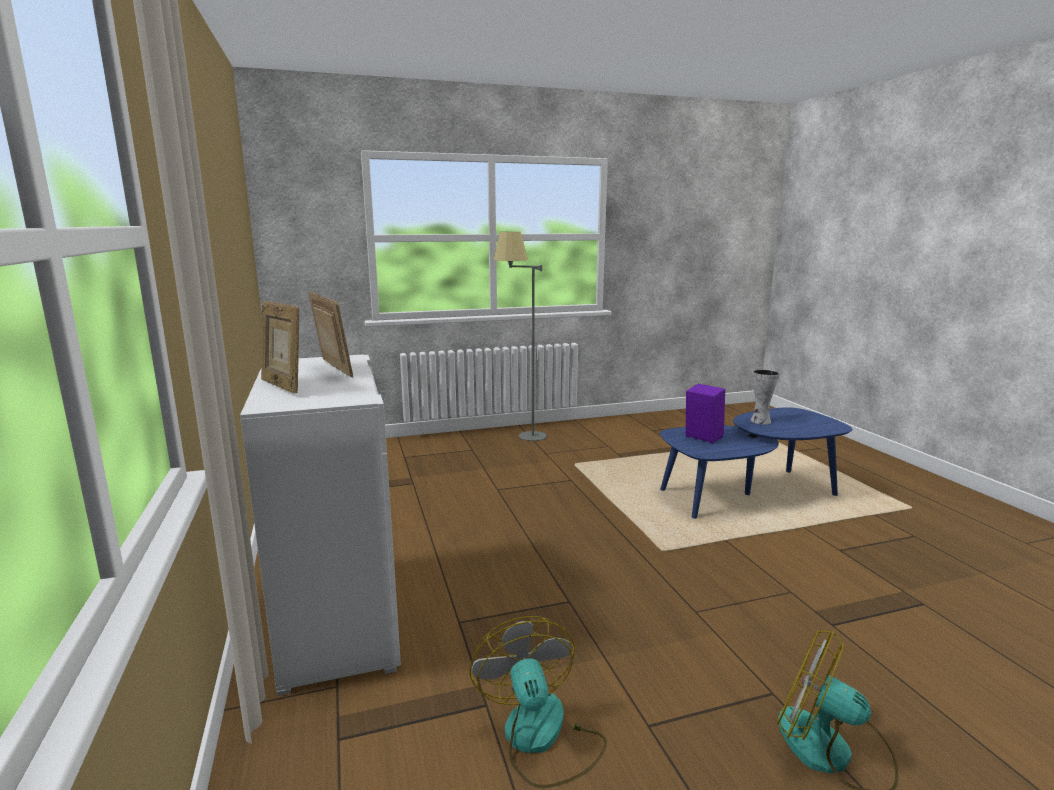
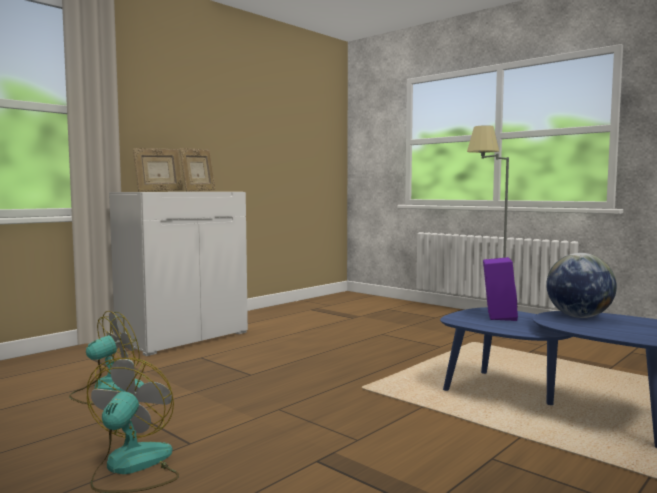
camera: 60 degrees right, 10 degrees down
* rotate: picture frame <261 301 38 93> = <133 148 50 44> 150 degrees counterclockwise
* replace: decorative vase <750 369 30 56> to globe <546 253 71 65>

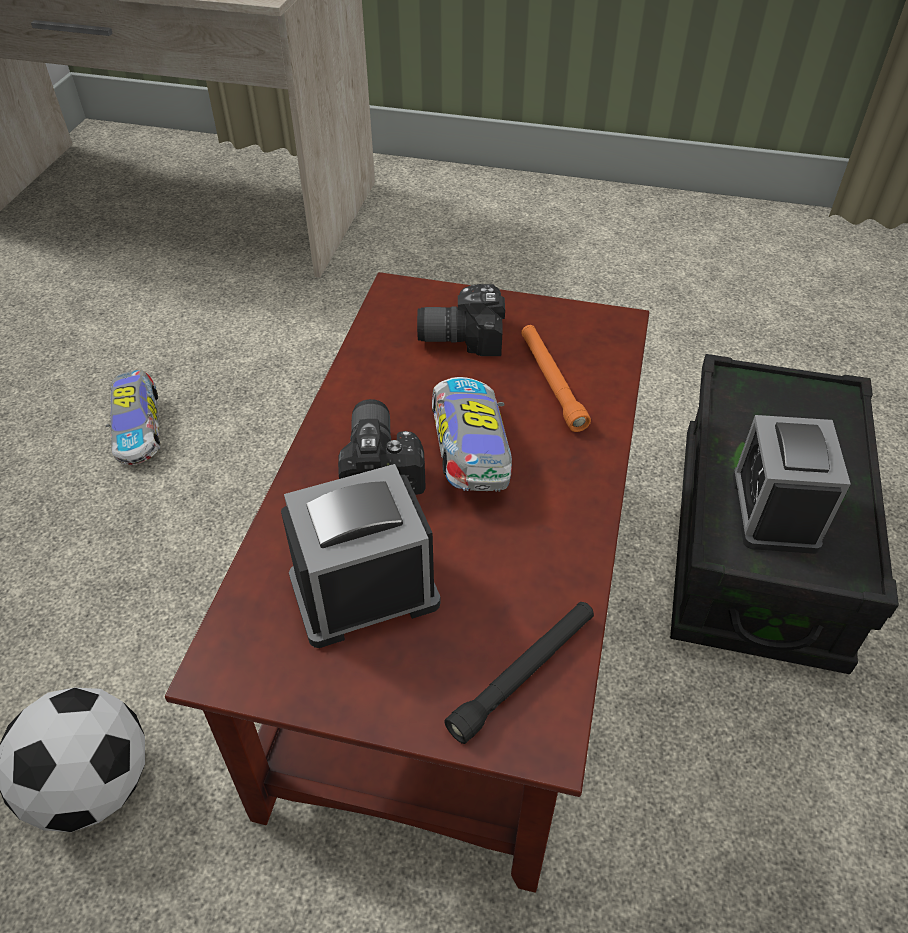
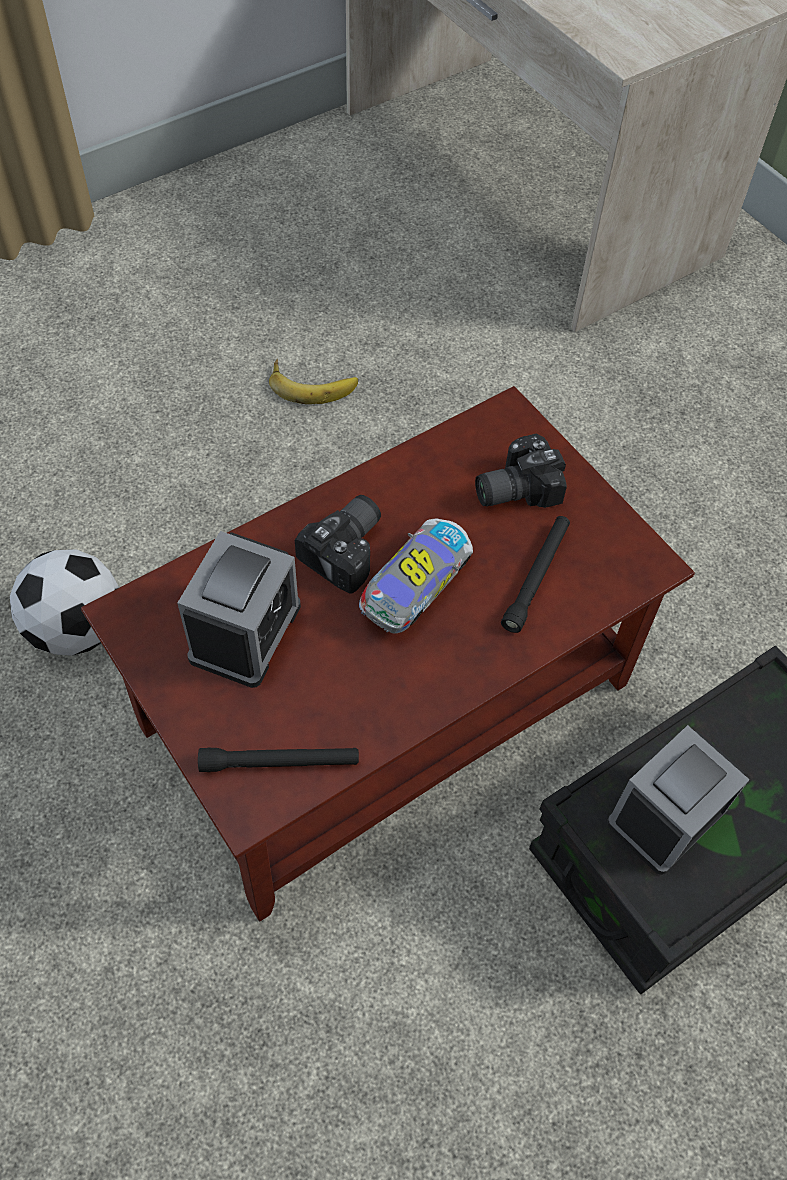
camera: 40 degrees right, 10 degrees up
* replace: model car <106 370 54 95> to whole banana <269 359 89 45>
* rotate: alarm clock <281 464 159 184> = <177 531 124 157> 90 degrees clockwise
* rotate: photo camera <417 284 88 72> = <475 433 92 75> 60 degrees counterclockwise
* recolor: orange flashlight <521 325 70 107> to blackish flashlight <501 516 69 117>

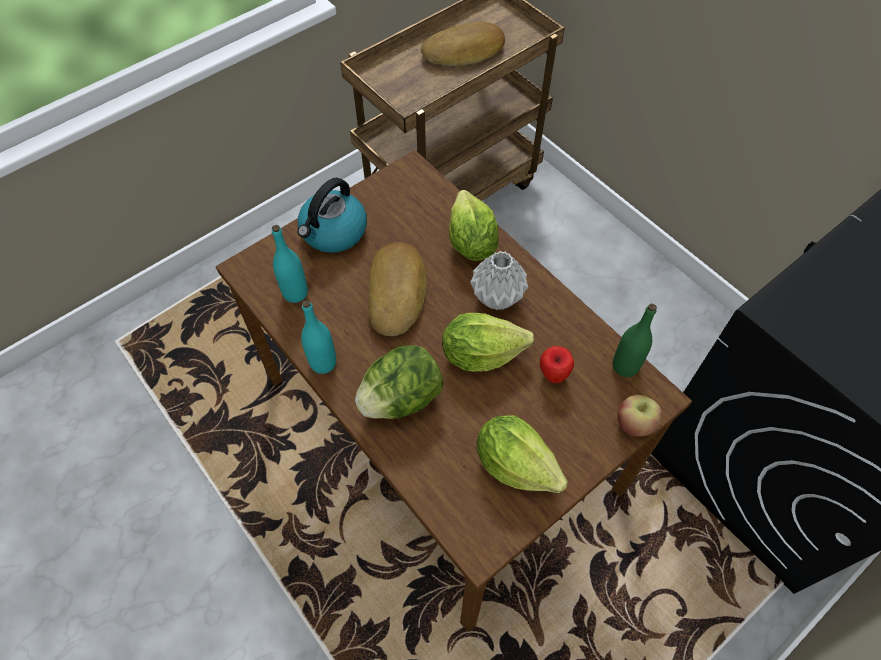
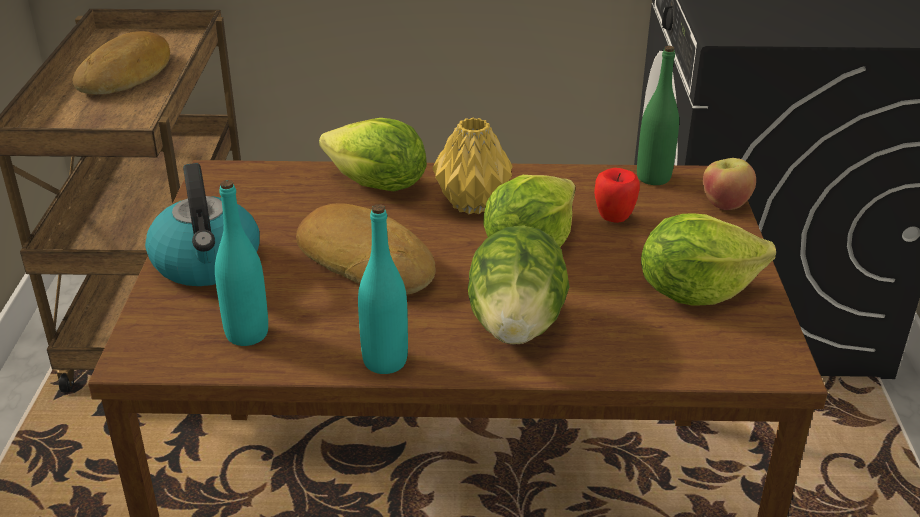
camera: 50 degrees left, 25 degrees down
* recolor: greyish decorative vase <470 251 58 59> to yellow-coloured decorative vase <433 117 80 97>

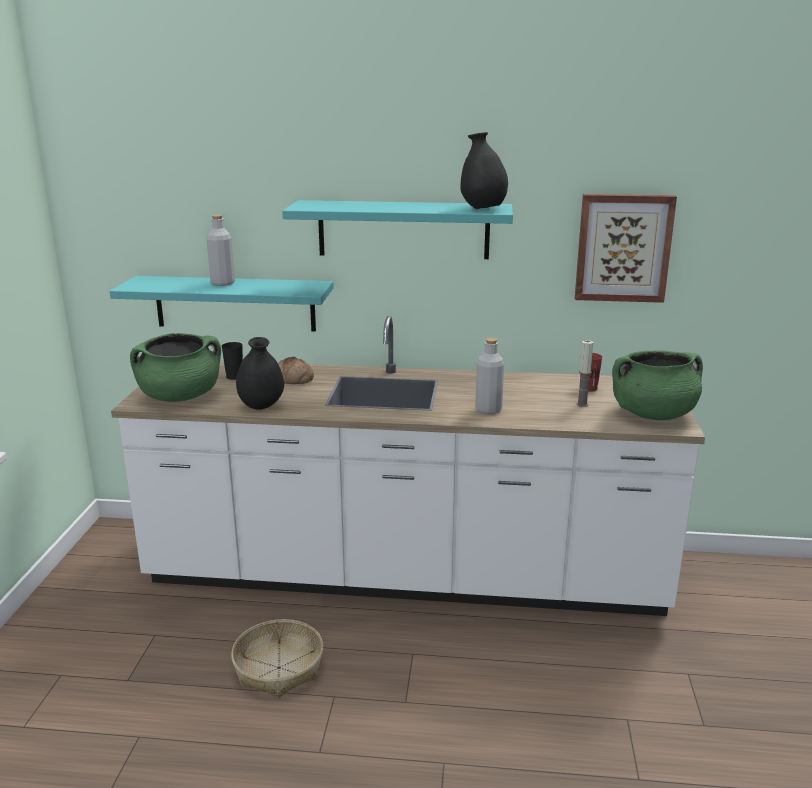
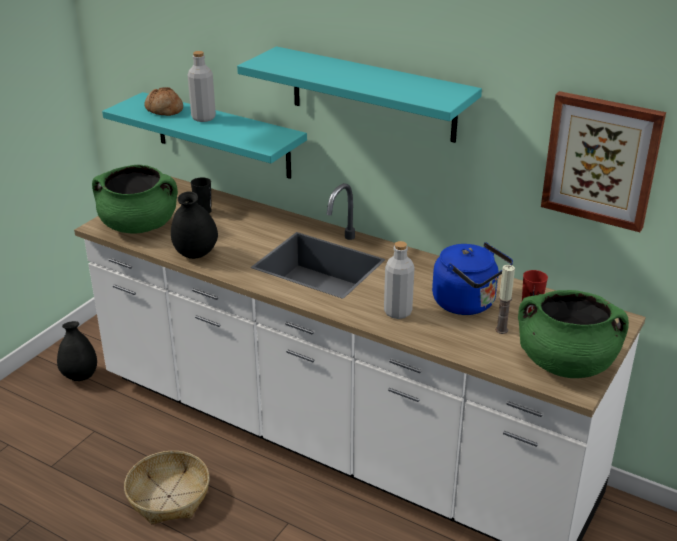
camera: 25 degrees right, 10 degrees up
* move: bread <278 357 36 27> to <144 87 39 29>
* move: blackish decorative vase <461 132 47 77> to <57 321 40 60>
* insert: blue tea kettle <432 242 81 73>

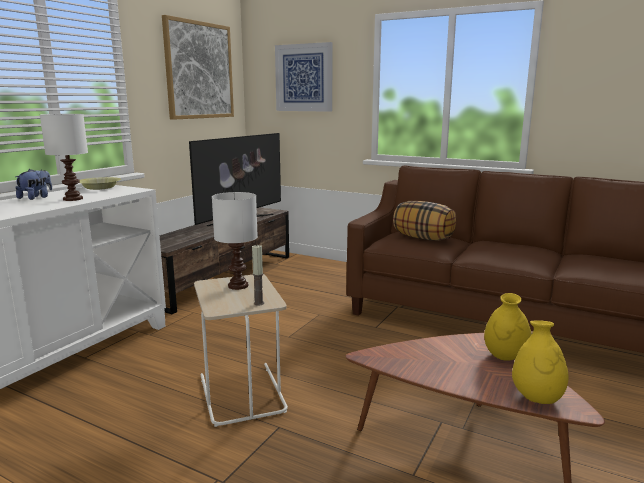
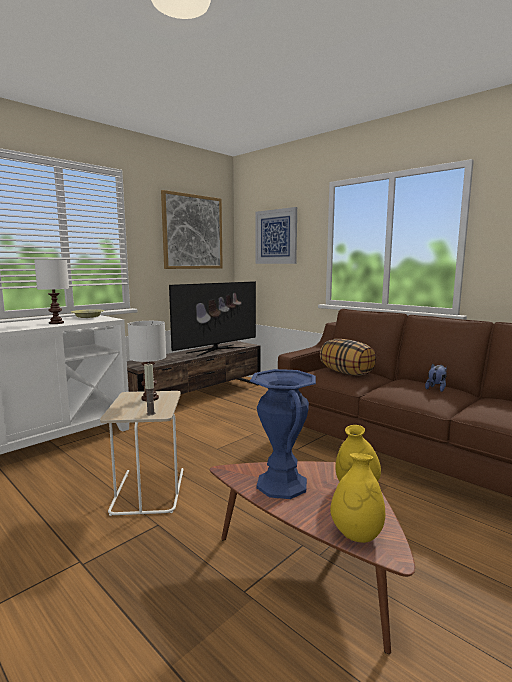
camera: 15 degrees right, 5 degrees down
* move: cuddly toy <15 169 37 31> to <425 363 22 29>
* insert: blue decorative vase <250 369 66 130>

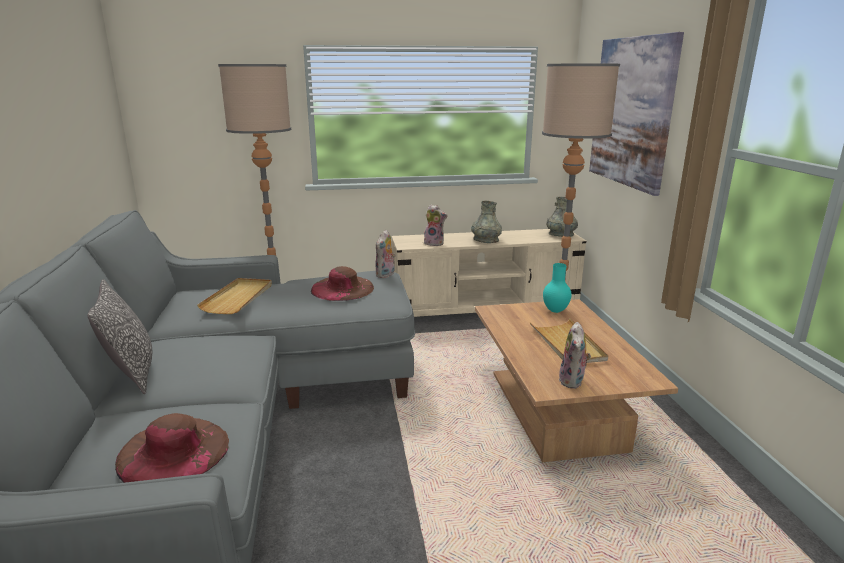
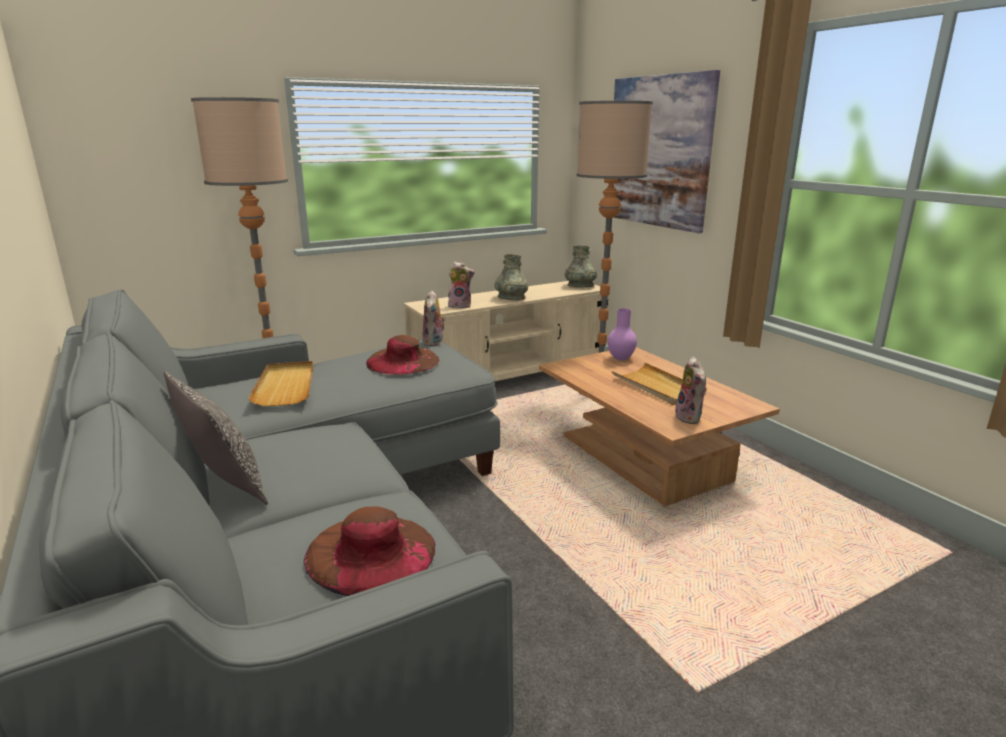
camera: 20 degrees left, 0 degrees up
* recolor: blue-green decorative vase <543 263 29 50> to purple-coloured decorative vase <608 308 29 53>

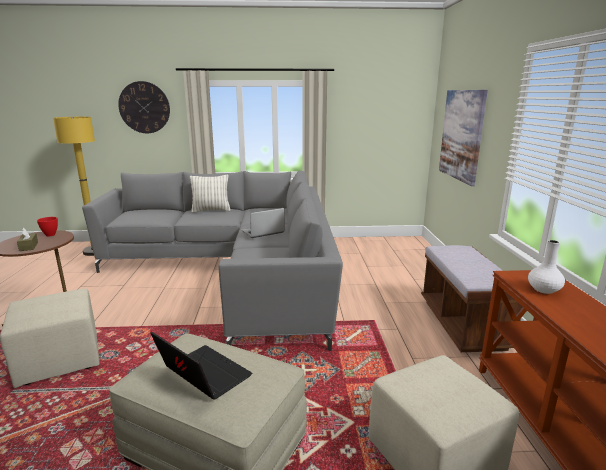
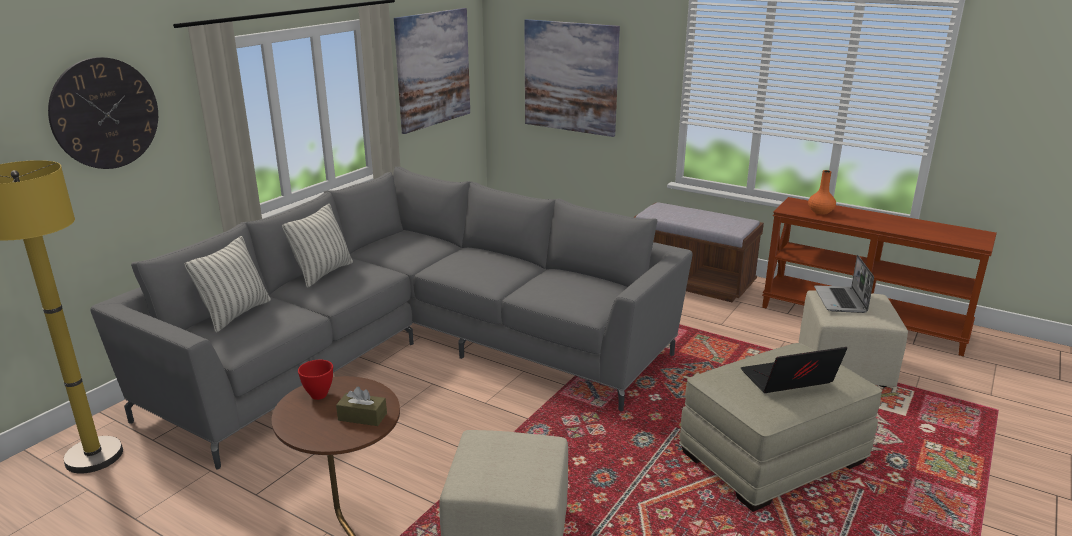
camera: 55 degrees left, 5 degrees up
* move: notebook computer <242 208 43 30> to <814 255 60 58>
* recolor: white-coloured decorative vase <528 240 37 54> to orange decorative vase <808 170 28 45>
* insert: throw pillow <184 236 87 97>
* insert: picture <394 8 76 126>

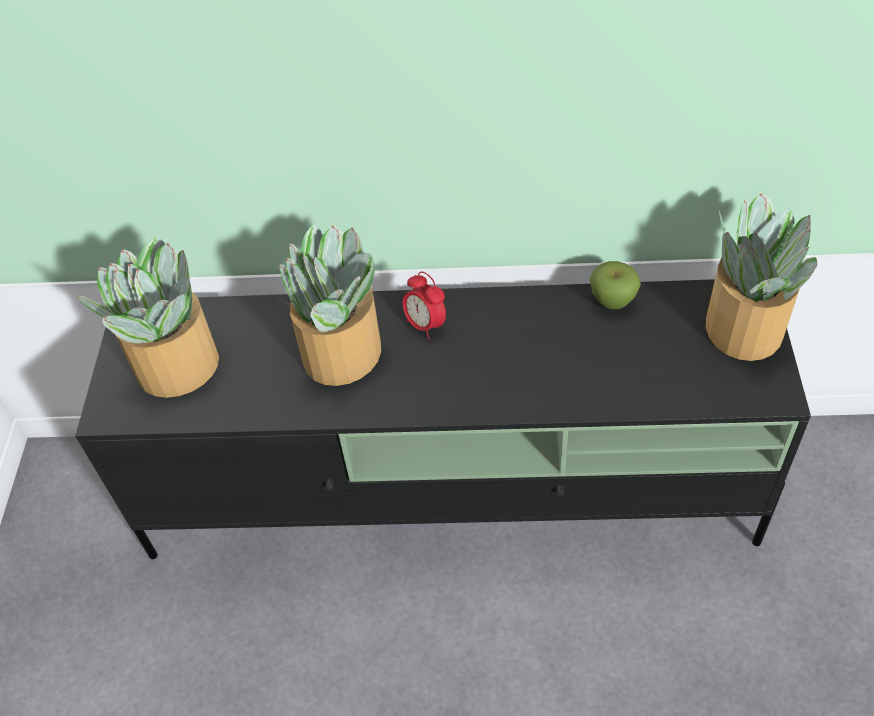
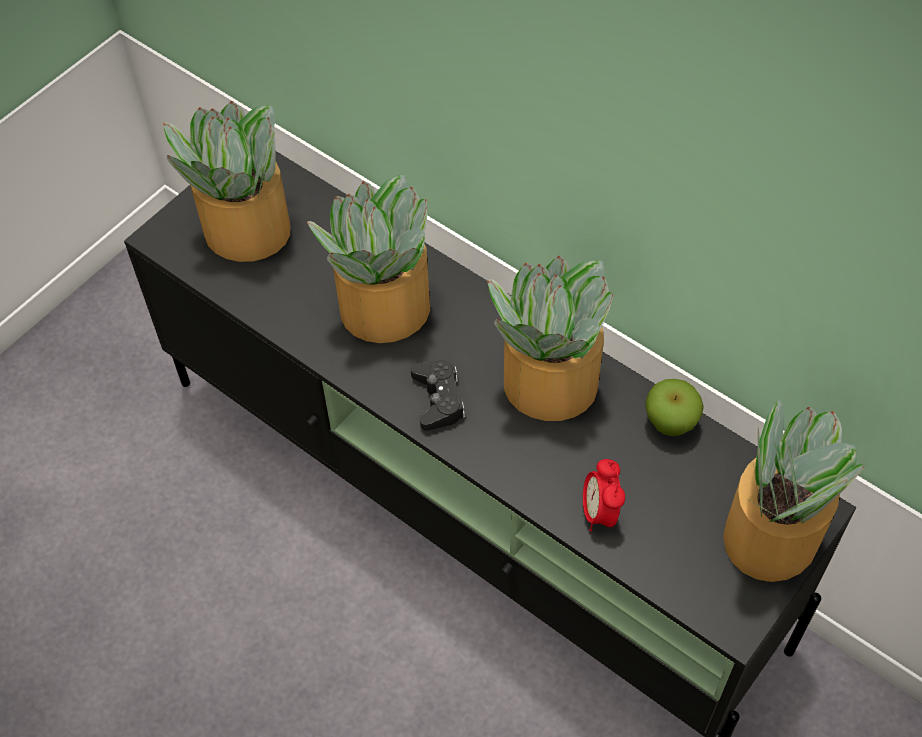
camera: 35 degrees right, 5 degrees up
* move: alarm clock <402 272 44 67> to <583 459 42 73>
* insert: blackish game controller <411 360 55 71>
* insert: potted plant <488 256 125 165>

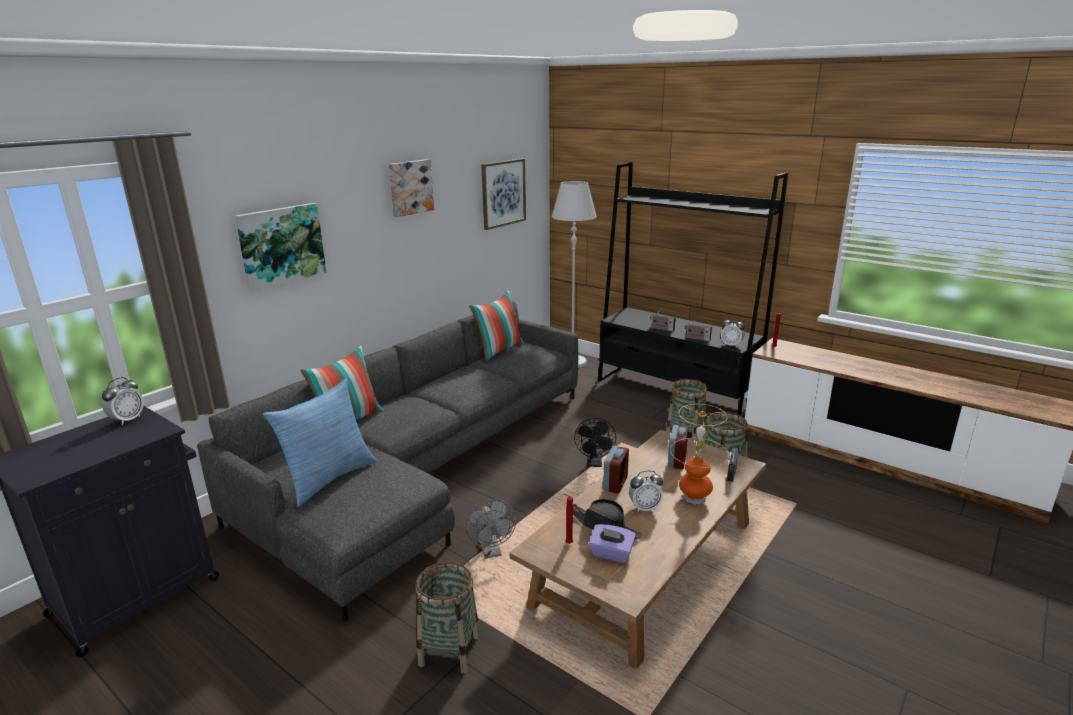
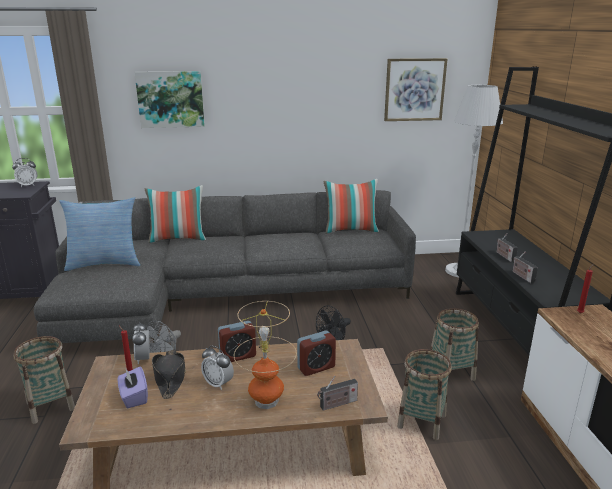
camera: 45 degrees right, 0 degrees up
* delete: picture <389 159 45 58>
* move: alarm clock <721 317 24 31> to <132 321 18 43>

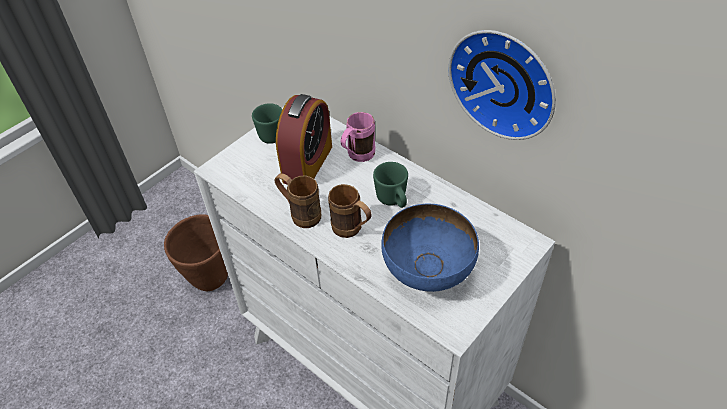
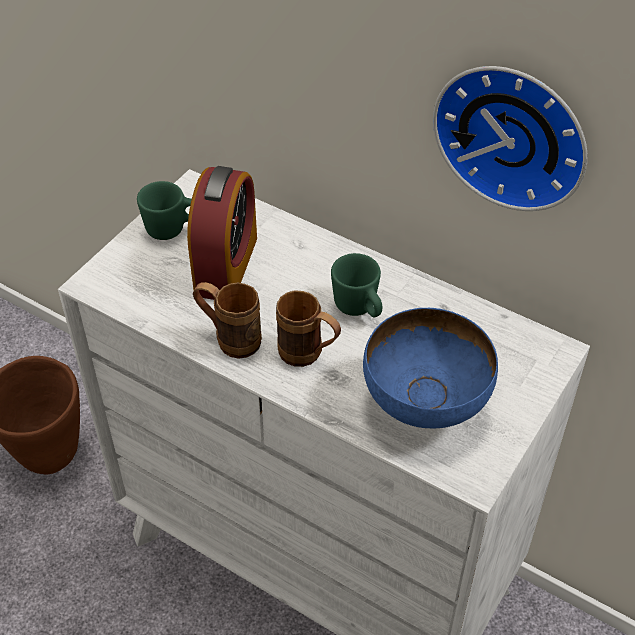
camera: 10 degrees left, 0 degrees up
* delete: pinkish tea mug <340 112 35 50>

